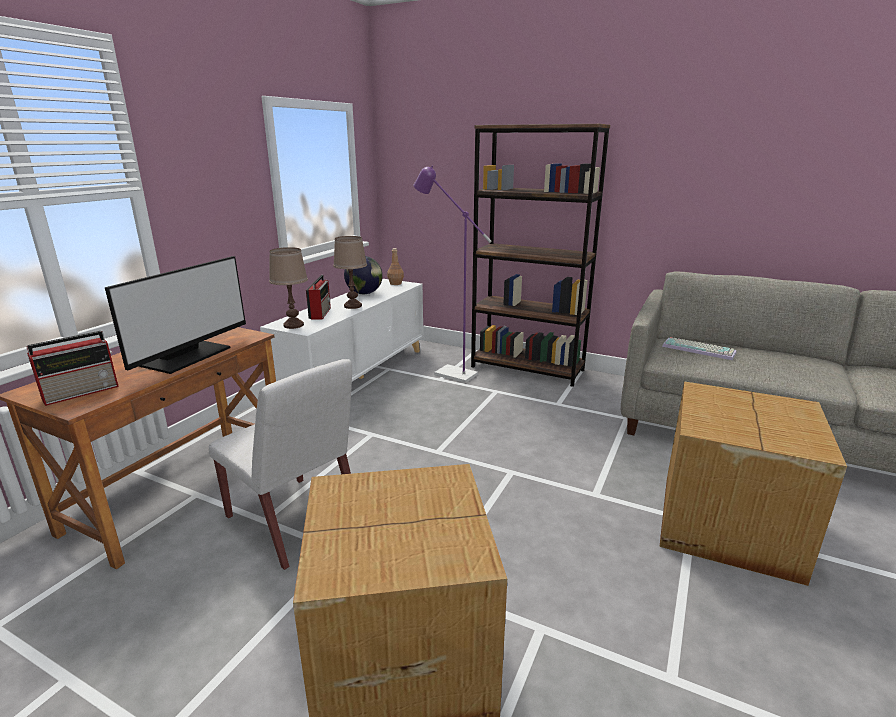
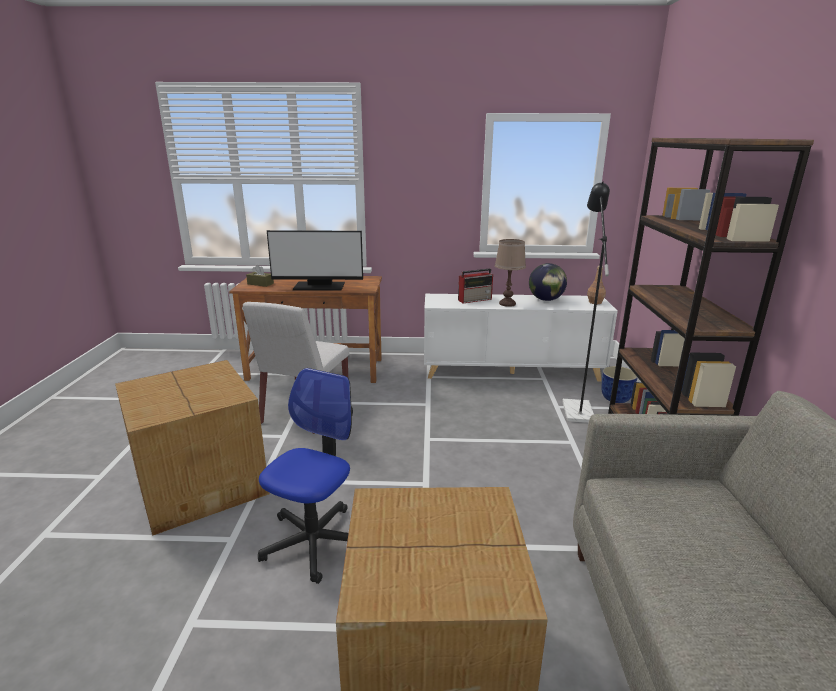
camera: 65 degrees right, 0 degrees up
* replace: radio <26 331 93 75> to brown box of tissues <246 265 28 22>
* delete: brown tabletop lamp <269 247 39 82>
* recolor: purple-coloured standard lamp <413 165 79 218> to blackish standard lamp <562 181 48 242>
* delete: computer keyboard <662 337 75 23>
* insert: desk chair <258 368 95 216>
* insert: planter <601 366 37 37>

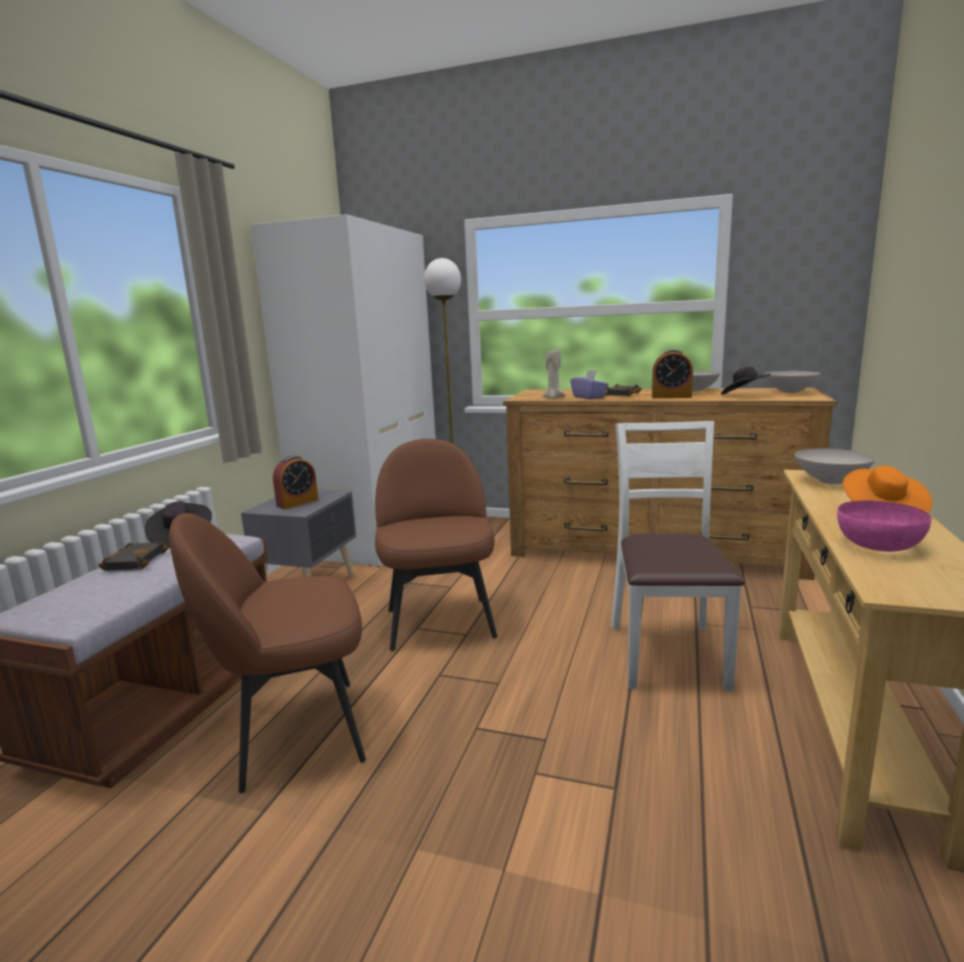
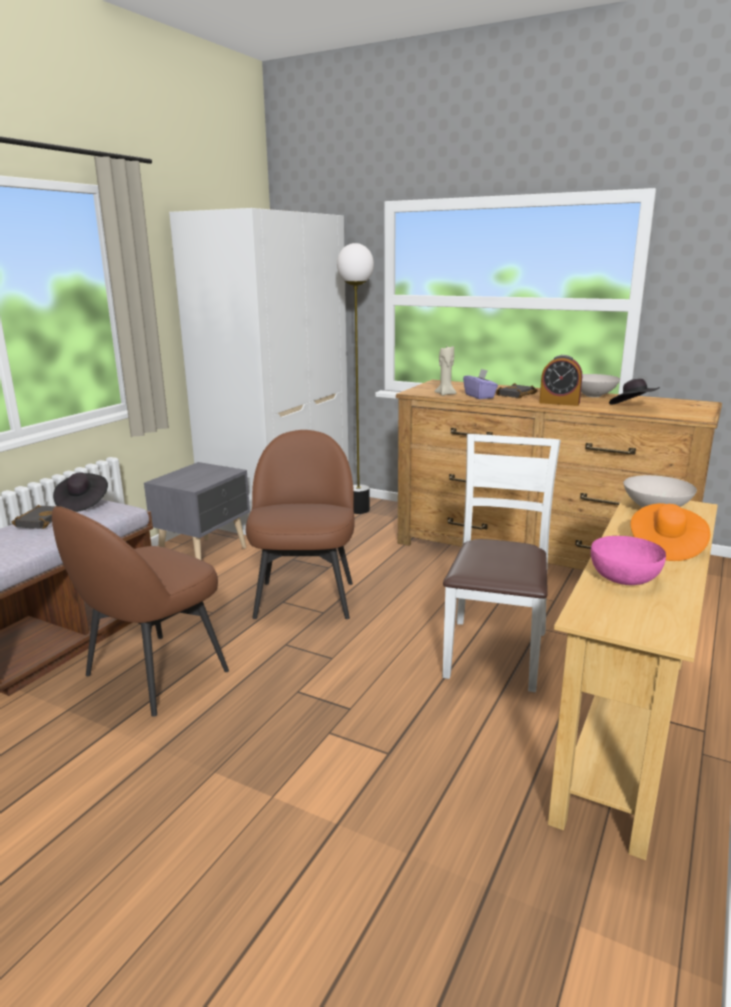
camera: 10 degrees right, 5 degrees up
* rotate: brown chair <169 513 197 280> = <52 506 177 211> 45 degrees counterclockwise
* delete: alarm clock <273 456 46 53>
* delete: white-coloured serving bowl <765 371 56 22>

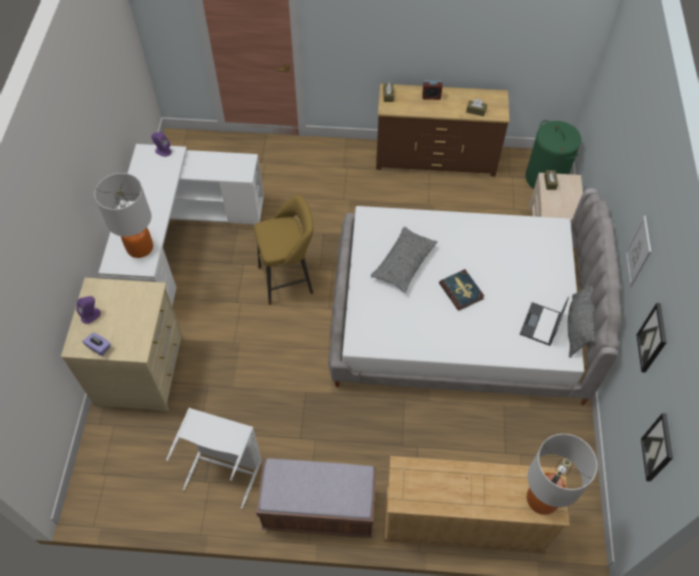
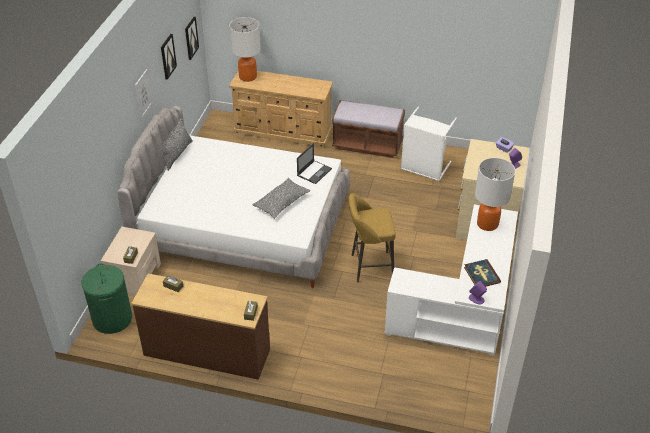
camera: 170 degrees left, 15 degrees down
* delete: alarm clock <422 80 20 20>
* move: book <439 269 45 42> to <464 259 37 28>
* move: notebook computer <519 297 50 49> to <297 143 35 41>

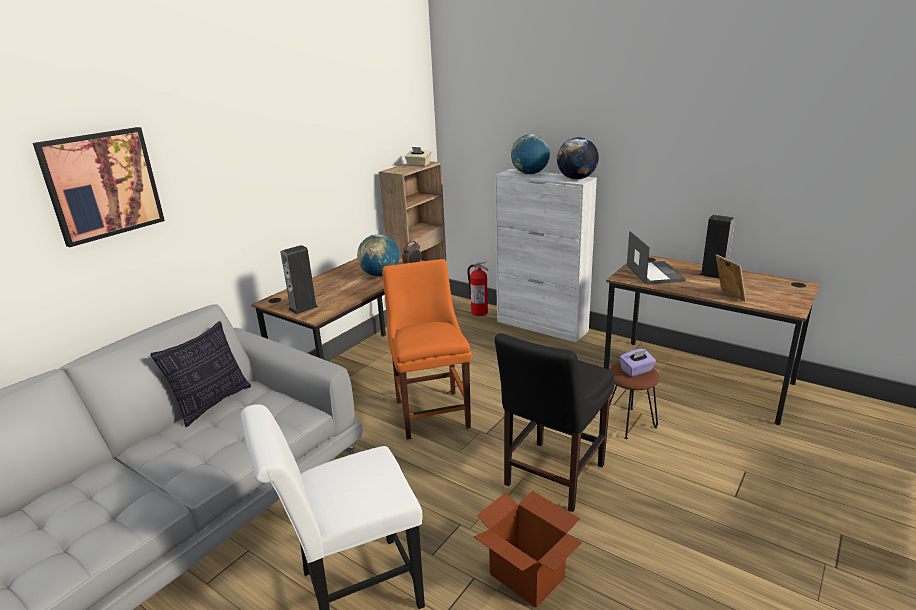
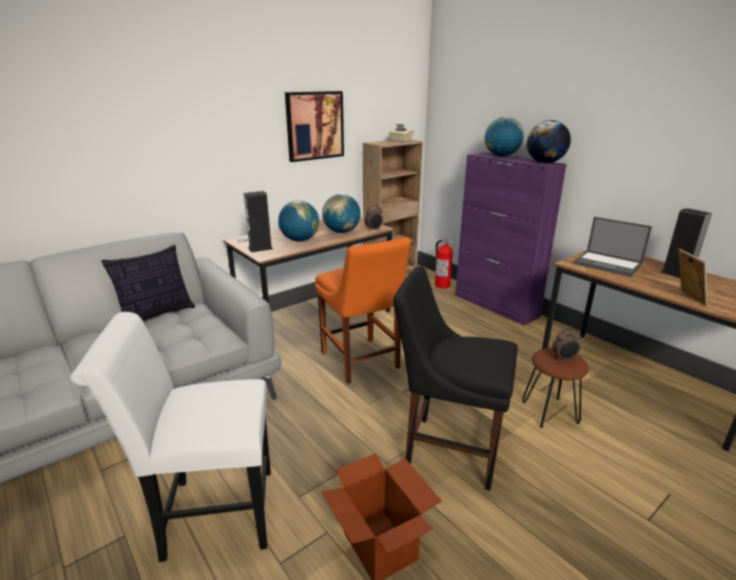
camera: 15 degrees right, 0 degrees up
* move: picture <33 127 132 120> to <285 91 59 71>
* rotate: orange chair <382 259 90 181> = <315 237 96 147> 150 degrees clockwise
* recolor: white-coloured cupboard <495 169 102 174> to purple-coloured cupboard <455 152 112 173>
* rotate: blackish chair <495 333 120 179> = <393 266 125 225> 60 degrees clockwise
* replace: purple-coloured box of tissues <620 349 36 28> to alarm clock <552 328 29 33>
* rotate: notebook computer <627 231 59 54> = <573 217 79 60> 120 degrees clockwise
* insert: globe <278 200 41 42>

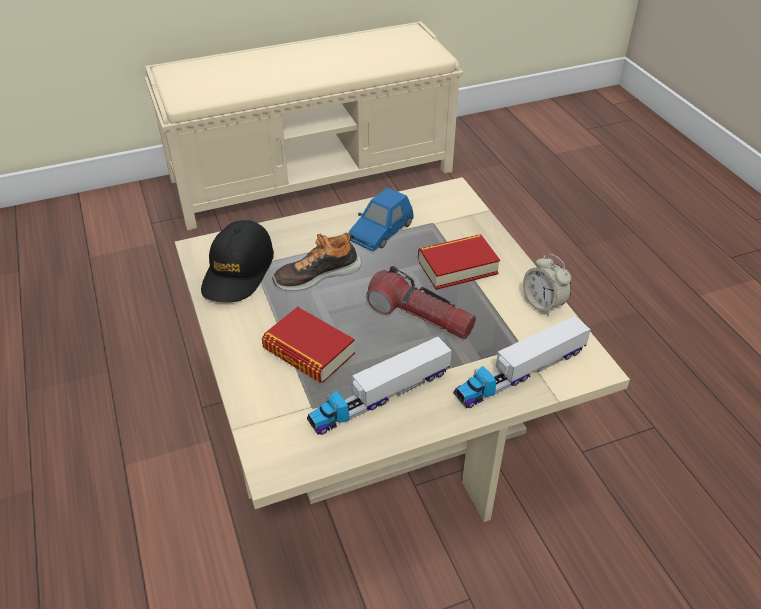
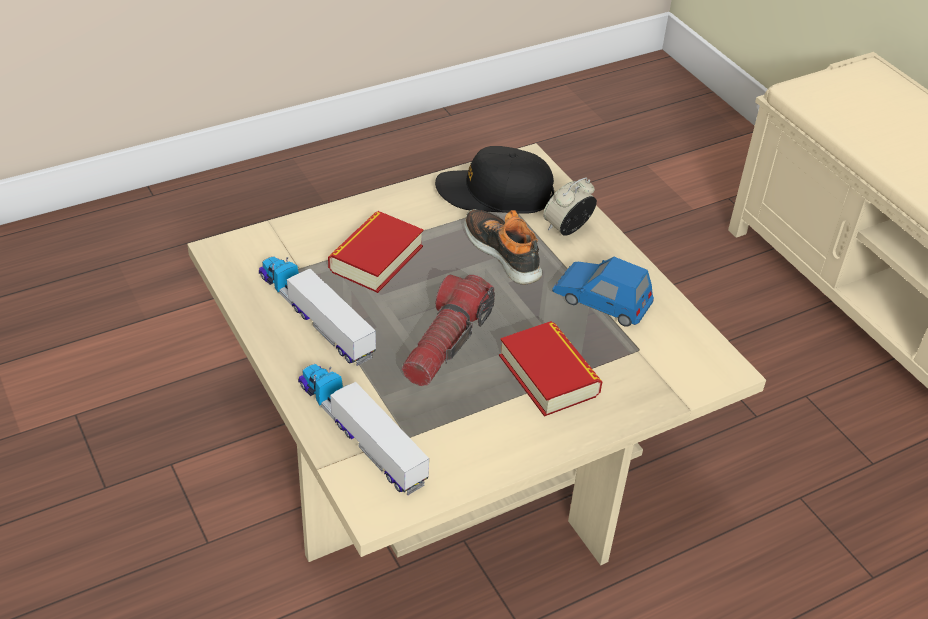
camera: 80 degrees right, 0 degrees up
* move: alarm clock <523 254 48 62> to <543 178 54 58>

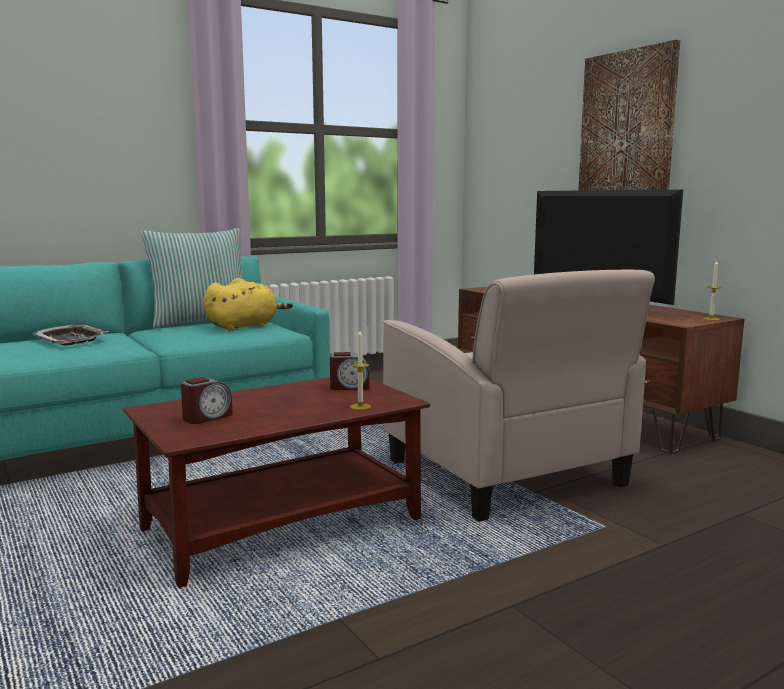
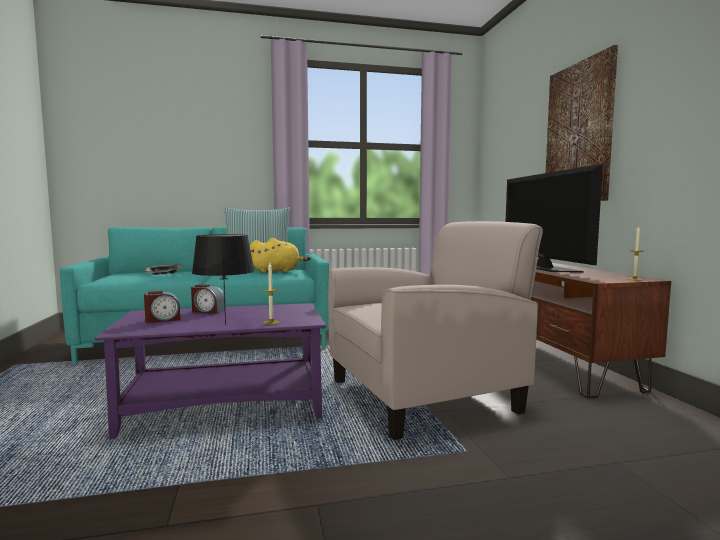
camera: 20 degrees right, 5 degrees down
* recolor: brown low table <123 377 307 211> to purple-coloured low table <95 303 231 136>
* move: alarm clock <330 352 39 38> to <191 284 34 30>
* rotate: beige-coloured lounge chair <383 270 272 252> = <328 221 215 219> 105 degrees counterclockwise
* insert: blackish tabletop lamp <192 234 62 91>

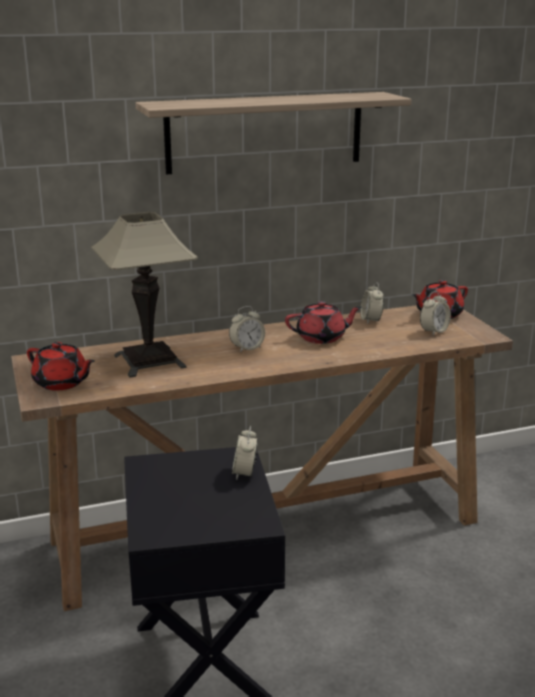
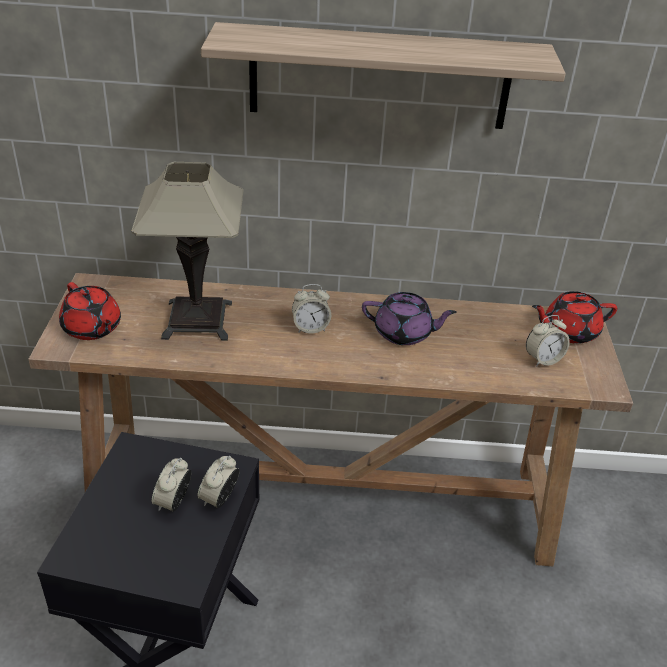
camera: 20 degrees right, 15 degrees up
* recolor: reddish tea pot <285 301 77 43> to purple-coloured tea pot <362 292 95 53>
* move: alarm clock <360 282 24 42> to <152 458 39 54>

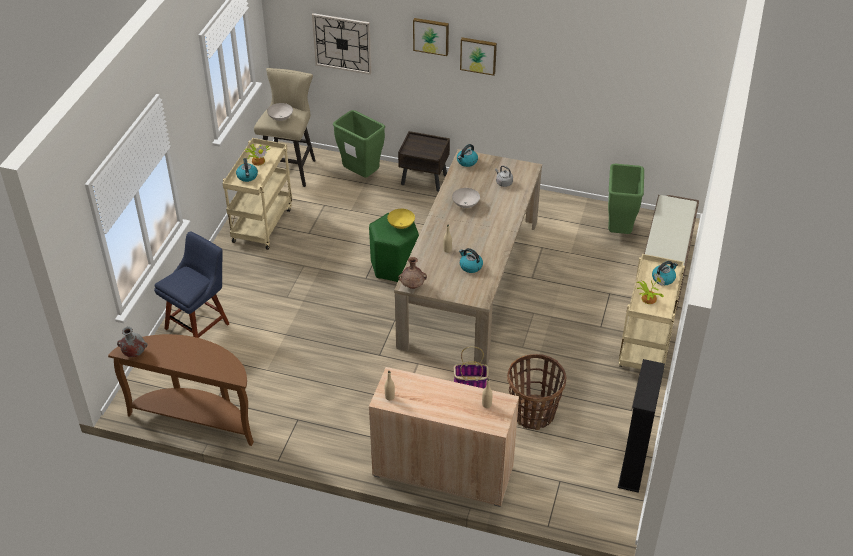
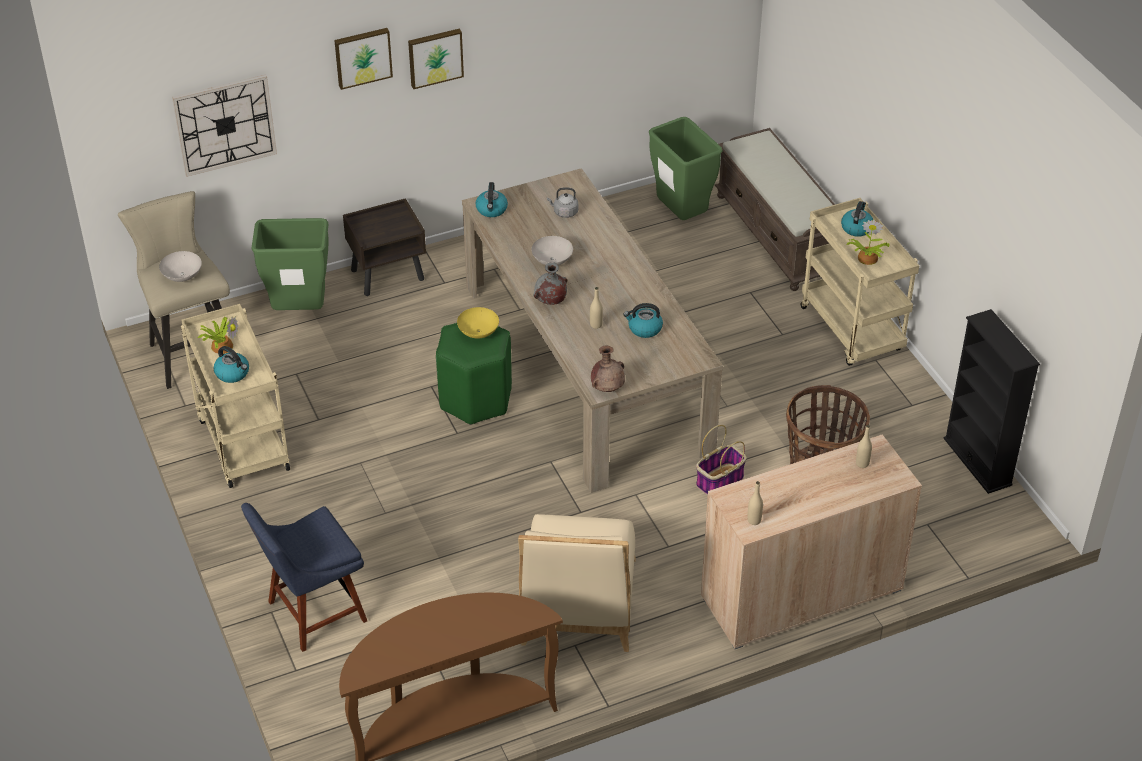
camera: 40 degrees left, 0 degrees up
* move: greyish decorative vase <117 327 31 30> to <533 262 34 43>
* rotate: blue chair <154 231 75 107> = <241 503 126 149> 120 degrees counterclockwise
* insert: beige-coloured chair <518 514 118 138>

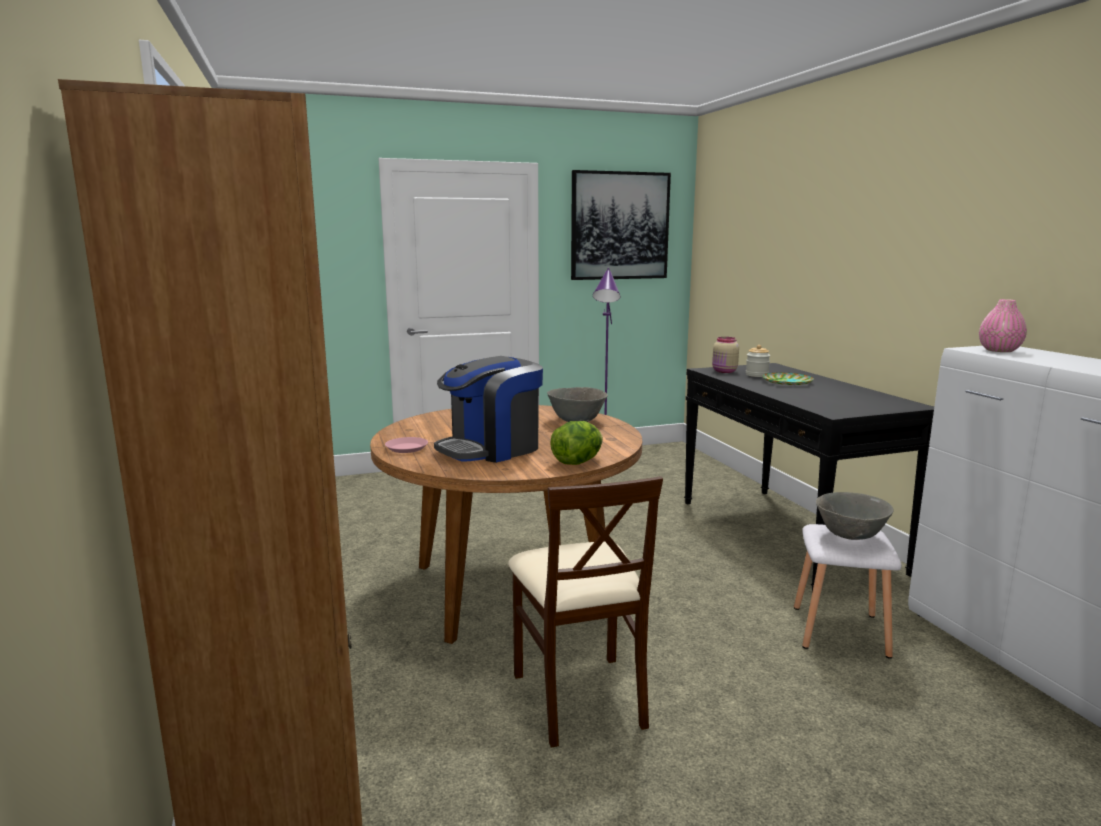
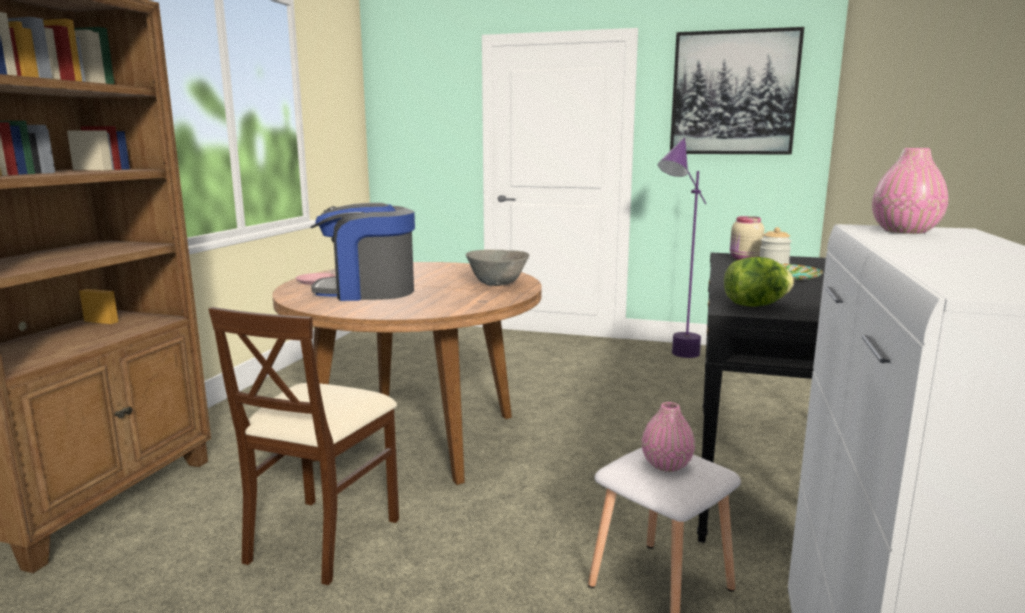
camera: 35 degrees right, 0 degrees up
* move: lettuce head <550 421 53 44> to <724 257 70 50>
* replace: greyish serving bowl <816 492 78 48> to pinkish decorative vase <642 402 53 70>

